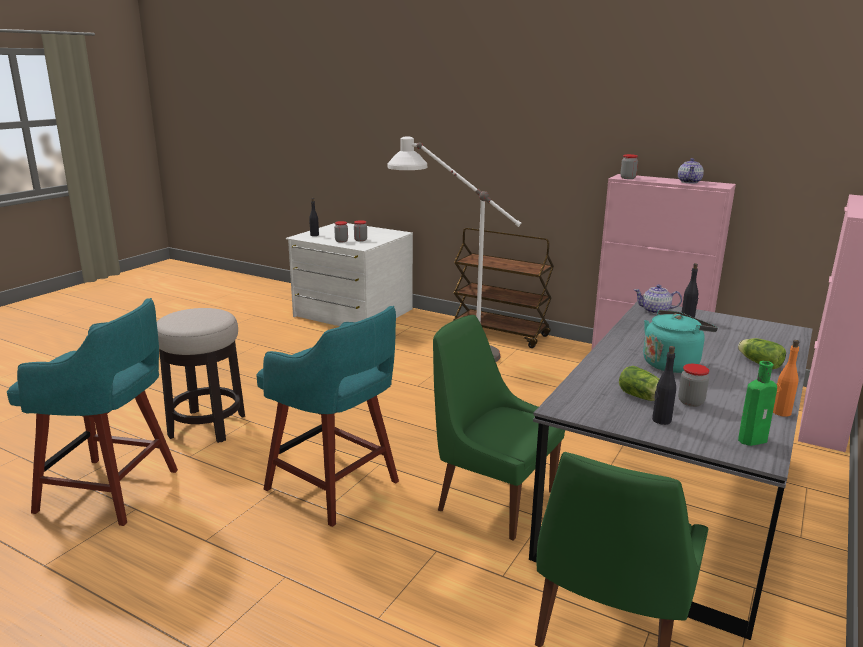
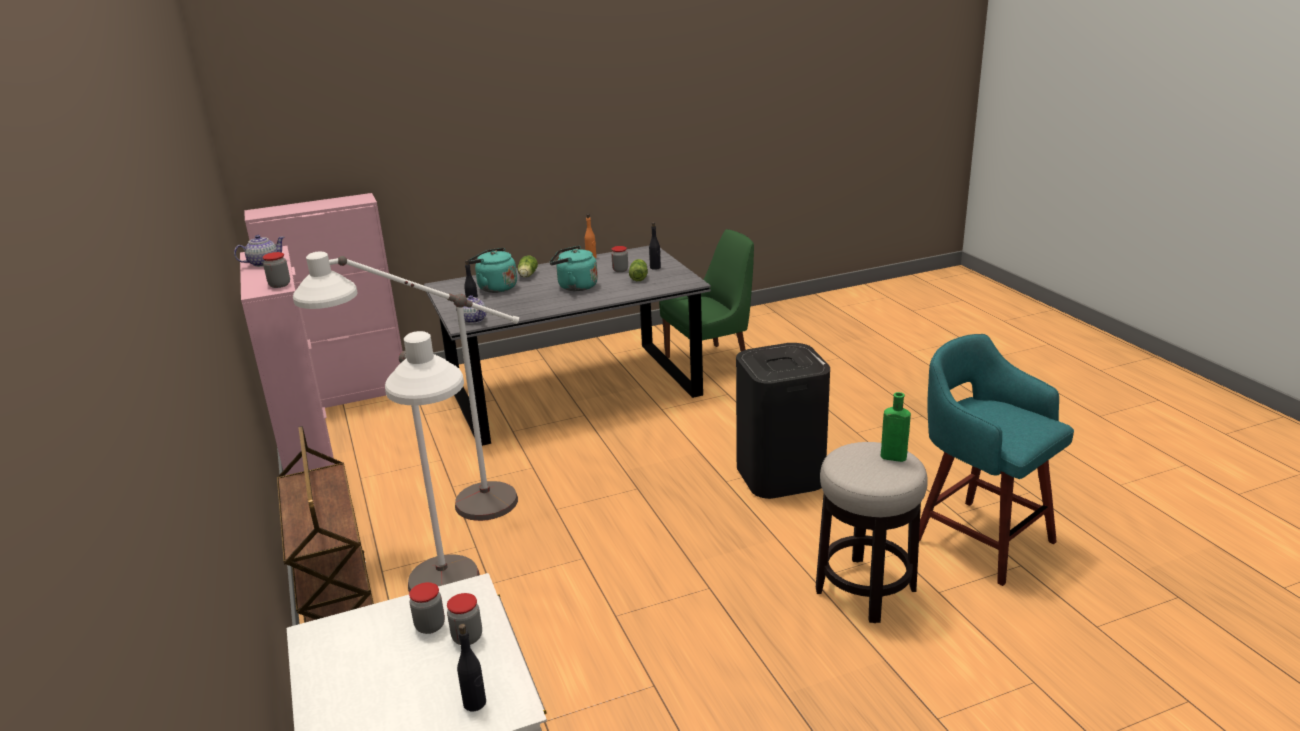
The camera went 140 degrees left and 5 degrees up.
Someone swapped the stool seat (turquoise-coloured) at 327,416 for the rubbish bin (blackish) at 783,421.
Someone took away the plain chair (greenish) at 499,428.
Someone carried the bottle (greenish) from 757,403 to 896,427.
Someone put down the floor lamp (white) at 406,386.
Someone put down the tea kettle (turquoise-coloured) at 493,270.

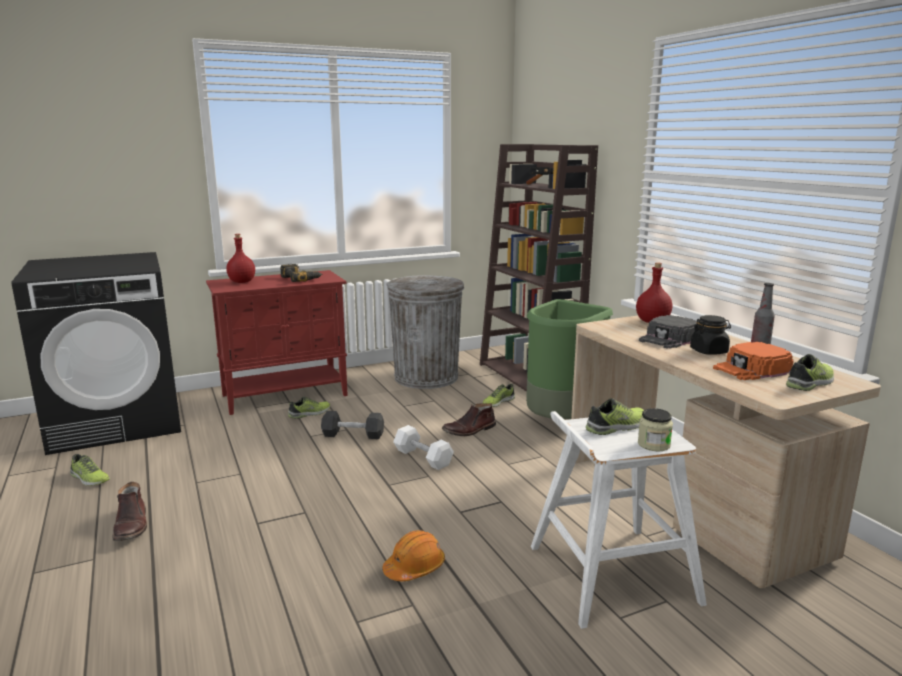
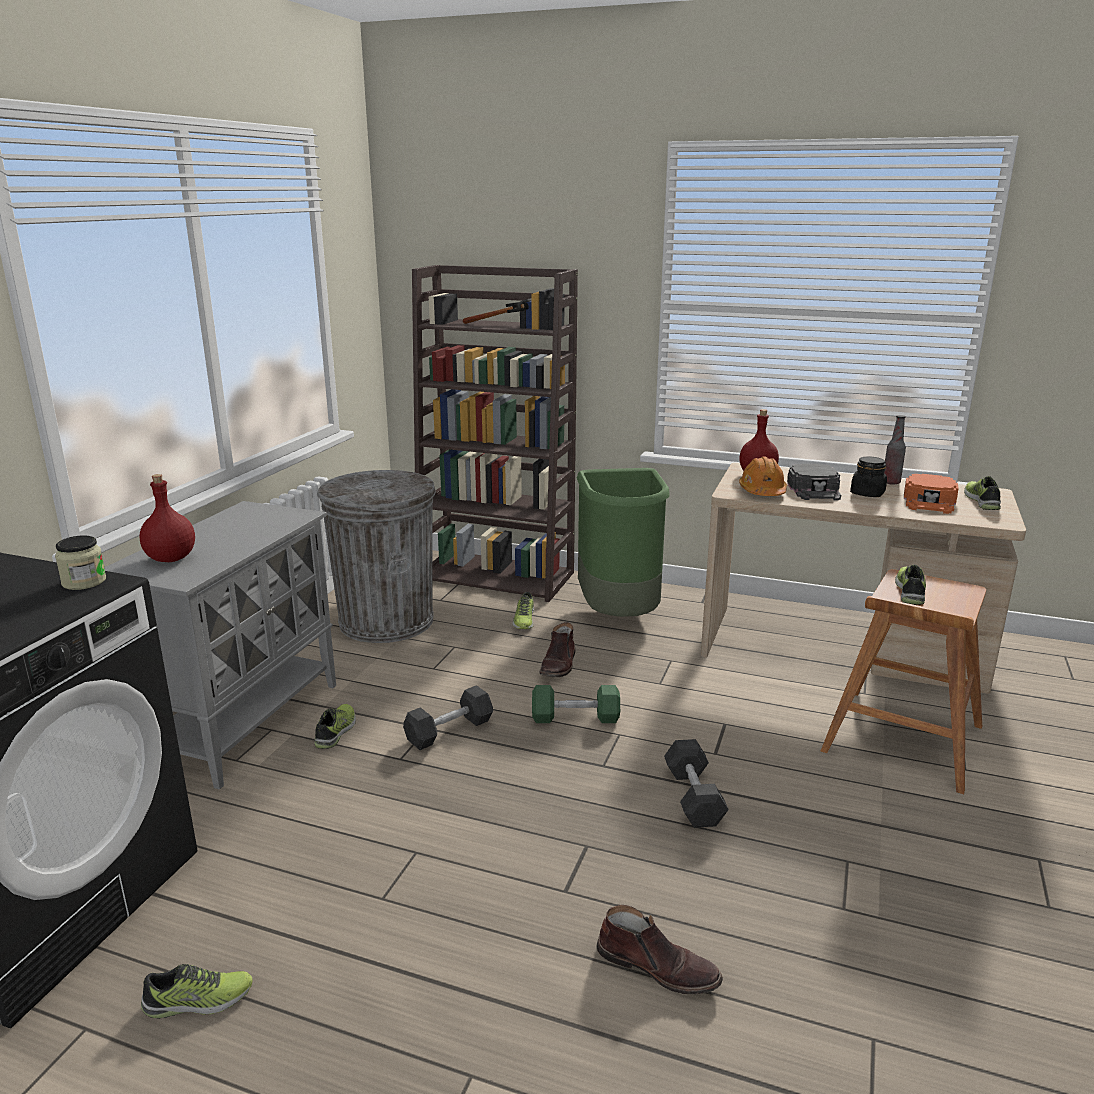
The camera went 45 degrees left and 5 degrees up.
Someone carried the tall boot (brown) from 130,511 to 660,950.
Someone repainted the cabinet (reddish) at 277,342, which became the cabinet (gray) at 220,645.
Someone took away the power drill at 301,273.
Someone carried the hard hat (orangey) from 413,555 to 763,476.
Someone repainted the free weight (white) at 423,447, which became the free weight (greenish) at 576,704.
Someone repainted the stool seat (white) at 619,520, which became the stool seat (brown) at 903,681.
Someone carried the jar from 655,429 to 80,562.
Someone put down the free weight (blackish) at 696,783.

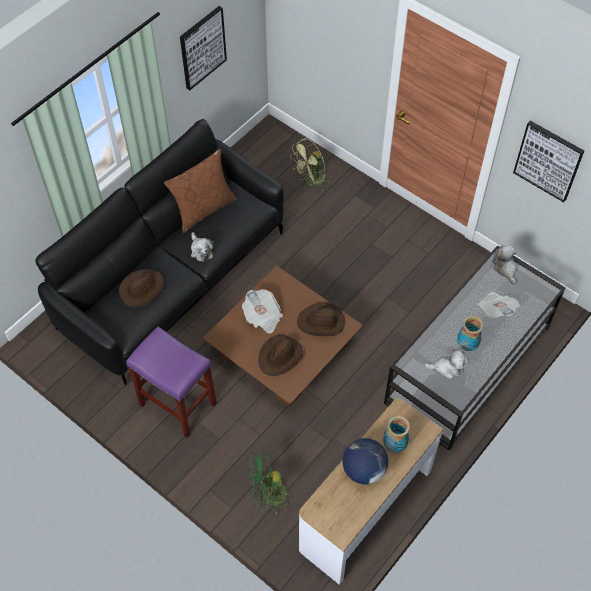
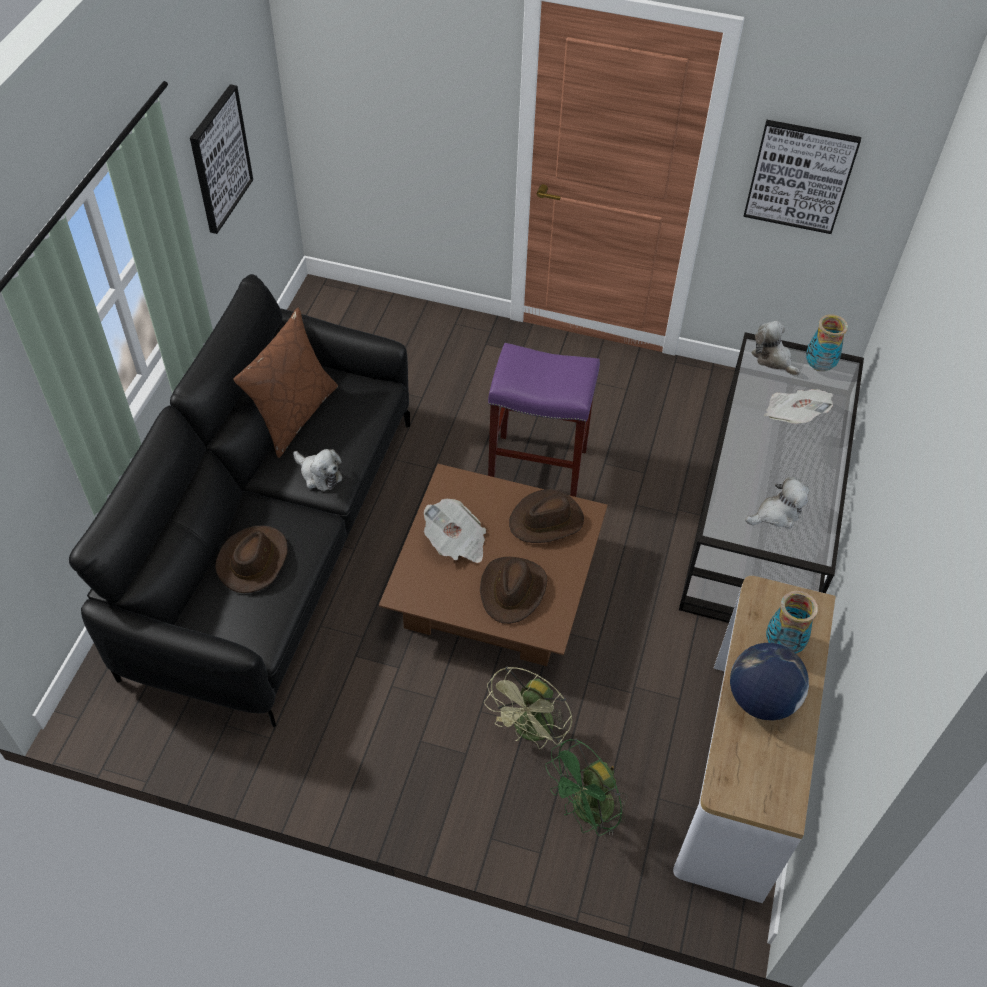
The camera went 25 degrees left and 5 degrees down.
Someone carried the stool seat (purple) from 171,382 to 544,420.
Someone carried the cooling fan (greenish) from 311,164 to 528,707.
Someone carried the flower vase from 470,333 to 827,342.

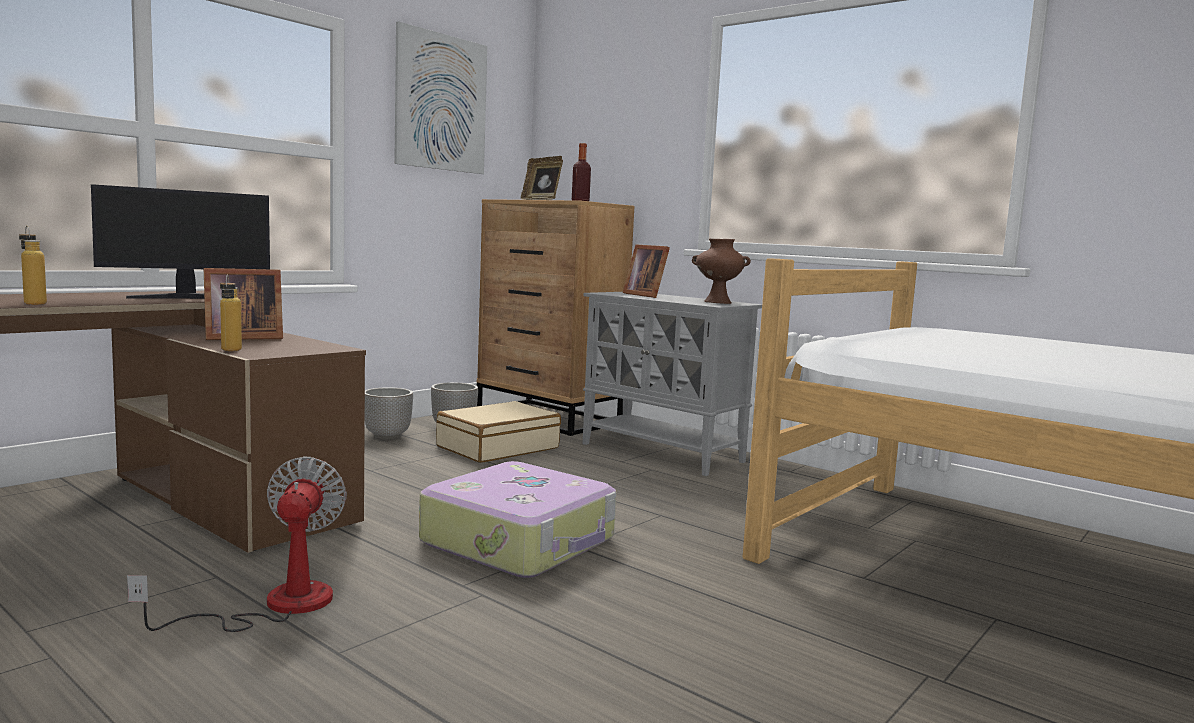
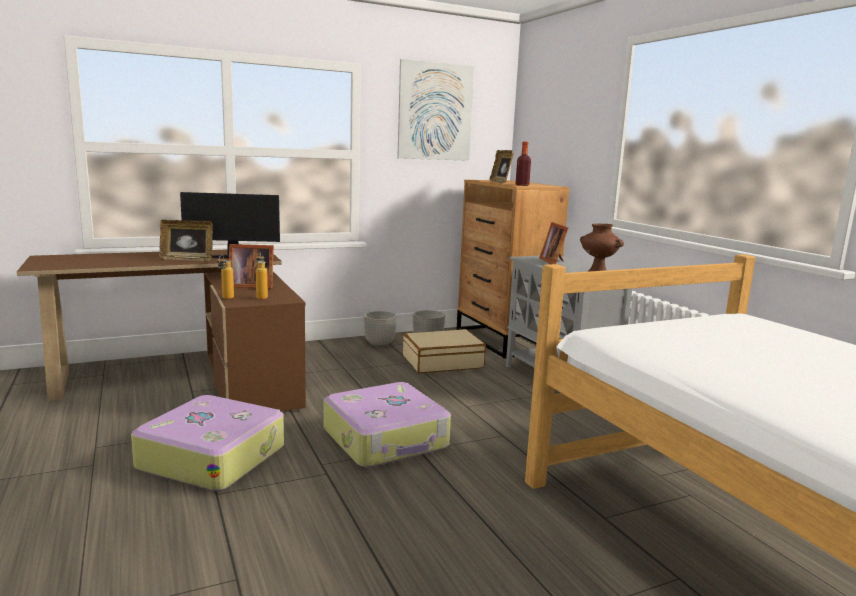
The camera went 25 degrees right and 5 degrees up.
Someone carried the bottle from 33,265 to 262,276.
Someone swapped the cooling fan at 237,544 for the suitcase at 207,443.
Someone put down the photo frame at 186,240.

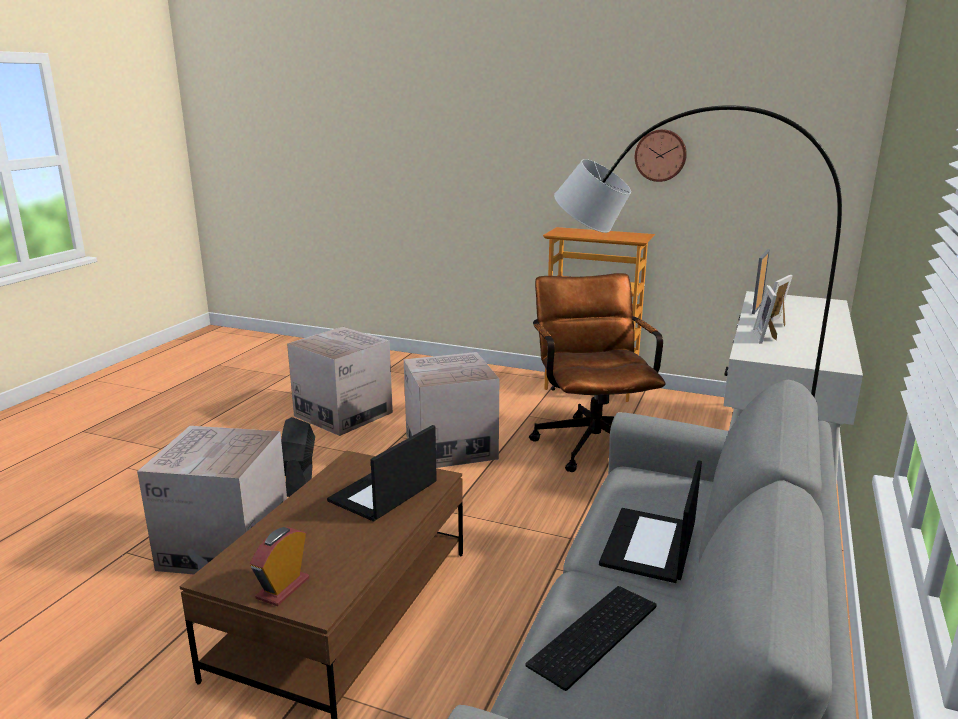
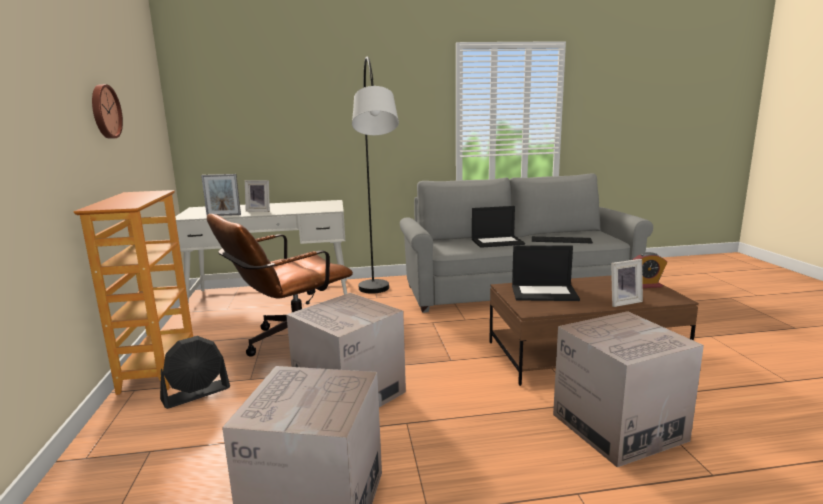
The camera went 120 degrees left and 5 degrees down.
Someone carried the cooling fan (blackish) from 298,457 to 195,372.
Someone carried the photo frame from 765,314 to 627,283.

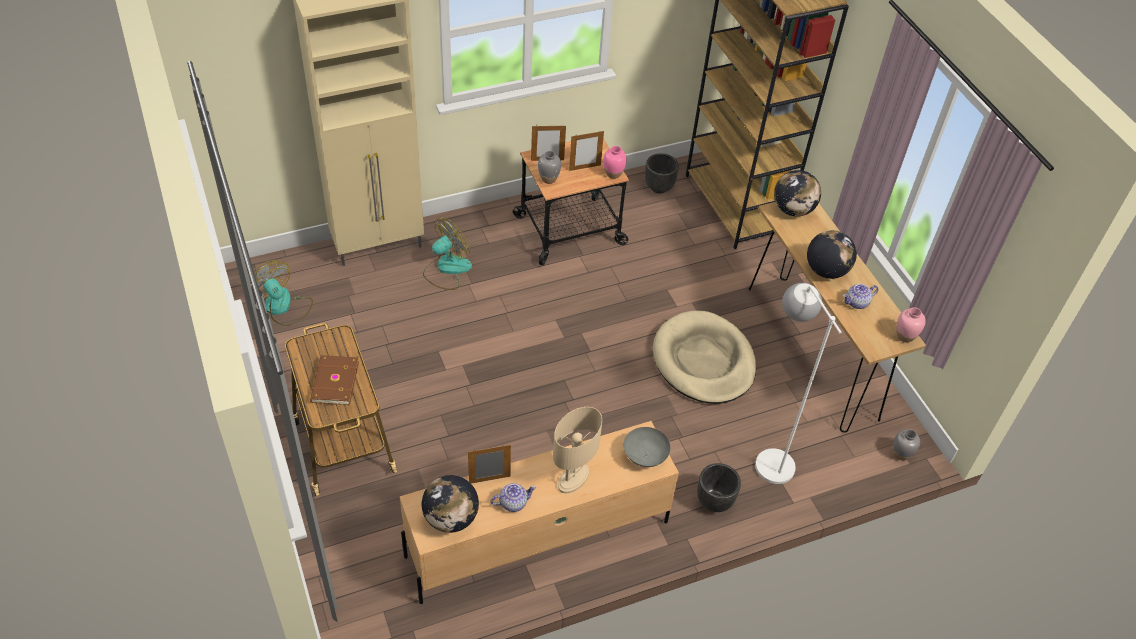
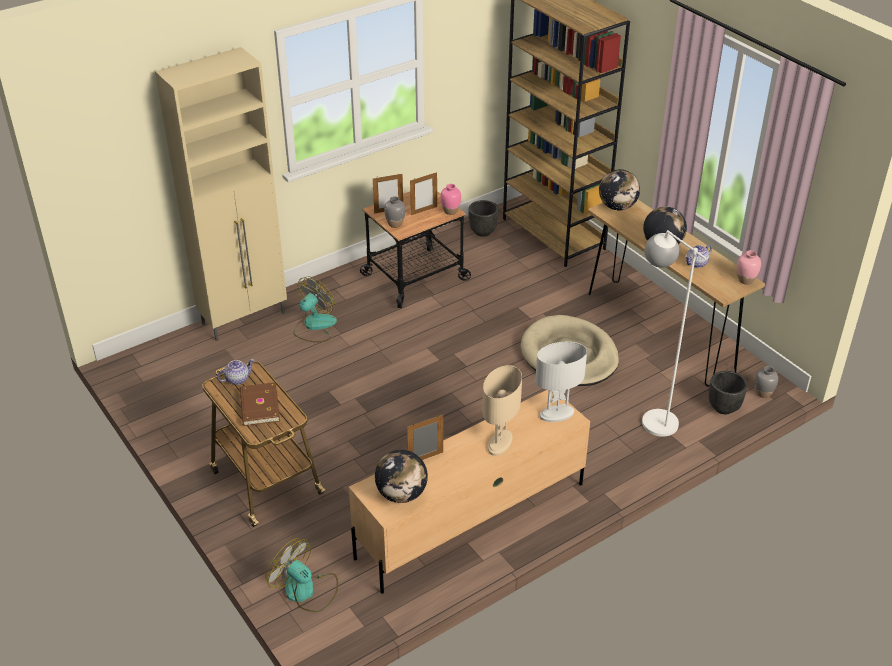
The camera went 10 degrees left and 10 degrees down.
Someone carried the cooling fan from 280,293 to 301,575.
Someone carried the tea pot from 513,497 to 236,372.
Someone swapped the deep dish (gray) at 647,447 for the table lamp (white) at 561,382.
Someone carried the flower pot (blackish) from 719,487 to 728,392.

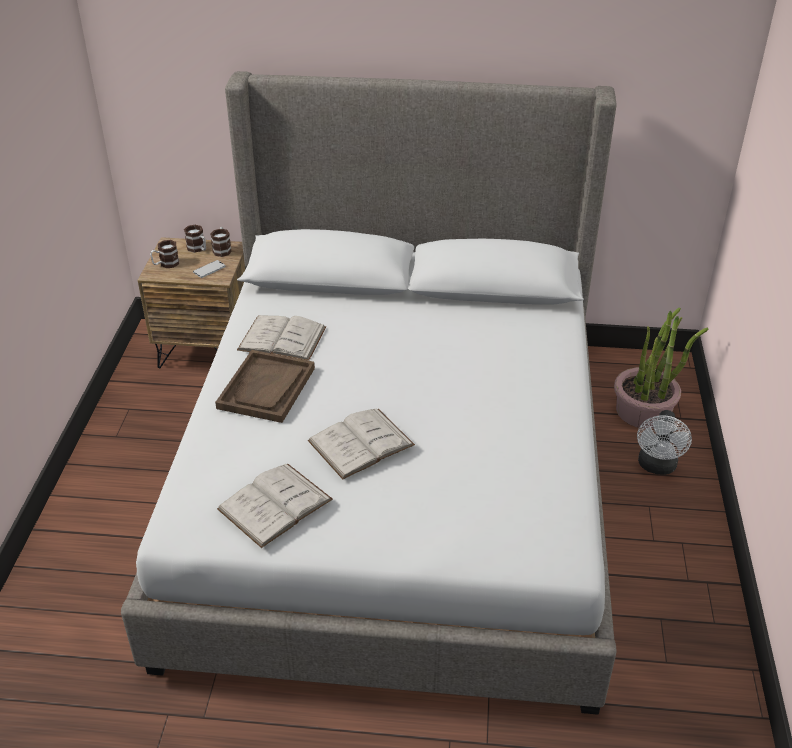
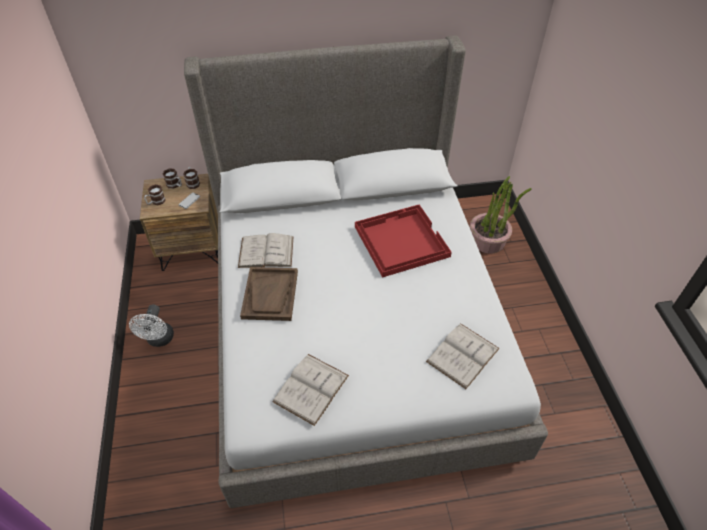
The camera went 15 degrees left and 10 degrees up.
Someone carried the book (white) from 361,444 to 463,356.
Someone carried the cooling fan (white) from 664,442 to 151,326.
Someone put down the serving tray (reddish) at 403,241.

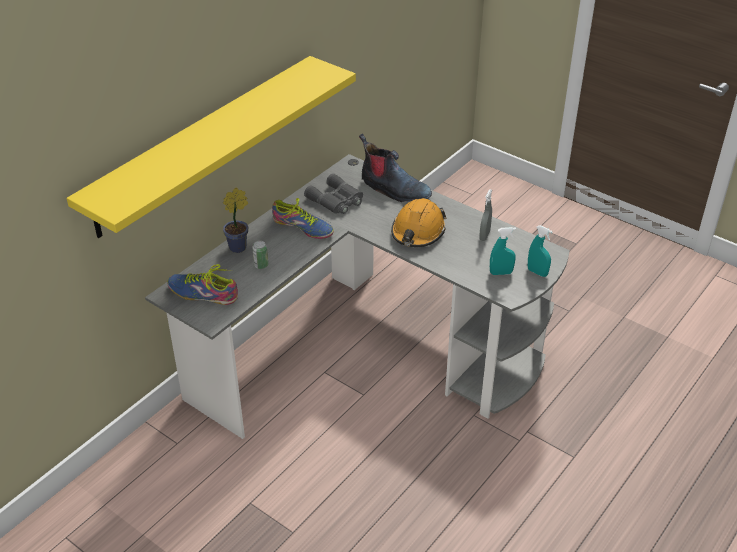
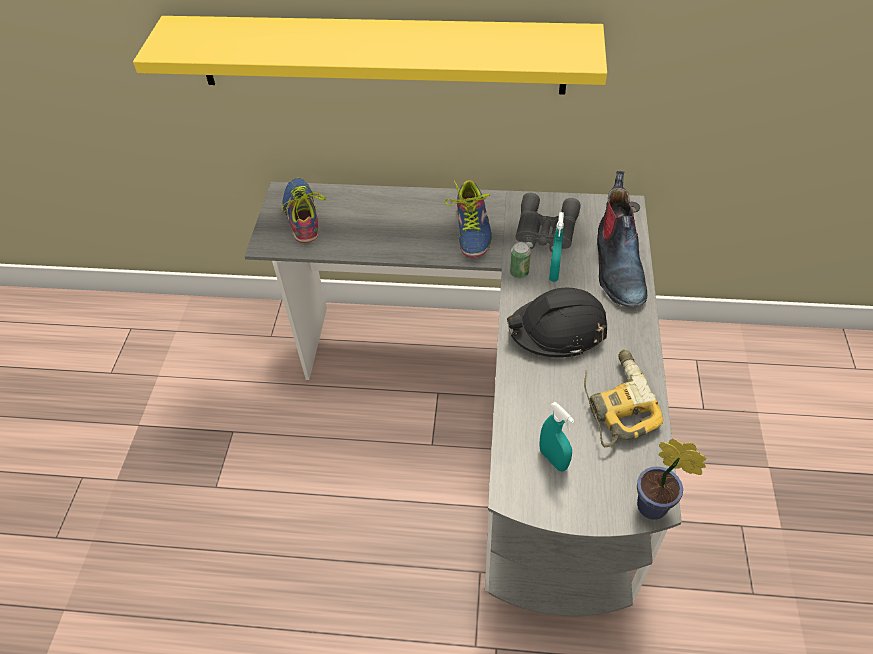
The camera went 60 degrees right and 10 degrees up.
Someone carried the potted plant from 235,220 to 672,479.
Someone carried the metal can from 260,255 to 520,260.
Someone repainted the hard hat (orangey) at 419,222, which became the hard hat (blackish) at 557,323.
Someone swapped the hand sprayer (gray) at 485,215 for the power drill at 623,398.
Someone carried the hand sprayer (turquoise-coloured) from 540,251 to 556,247.

